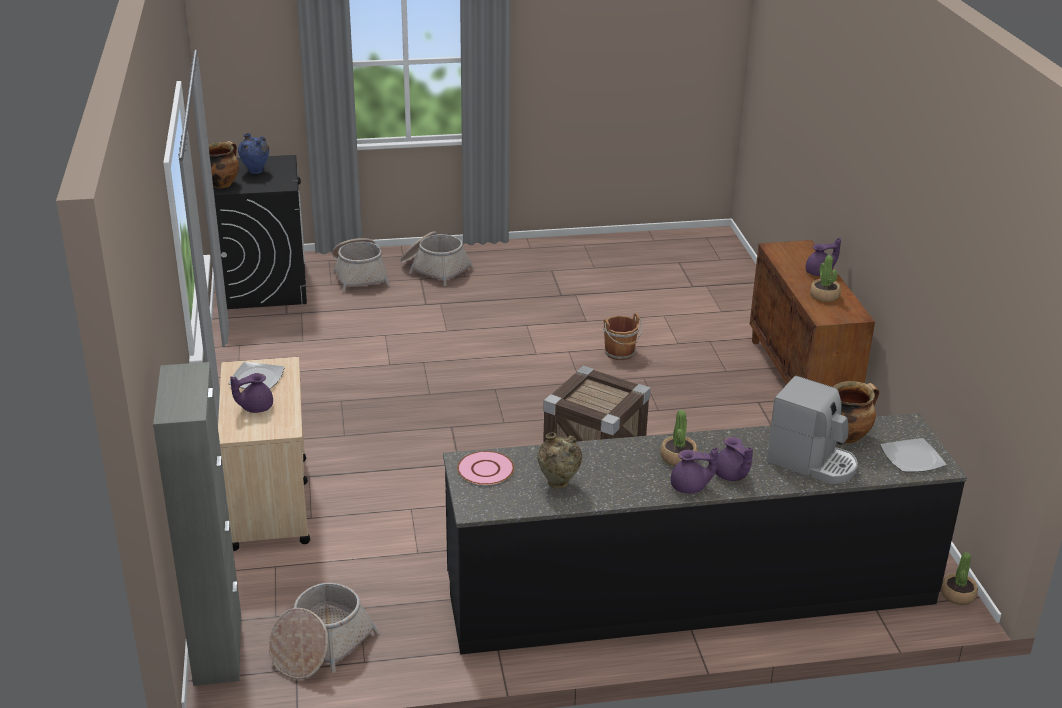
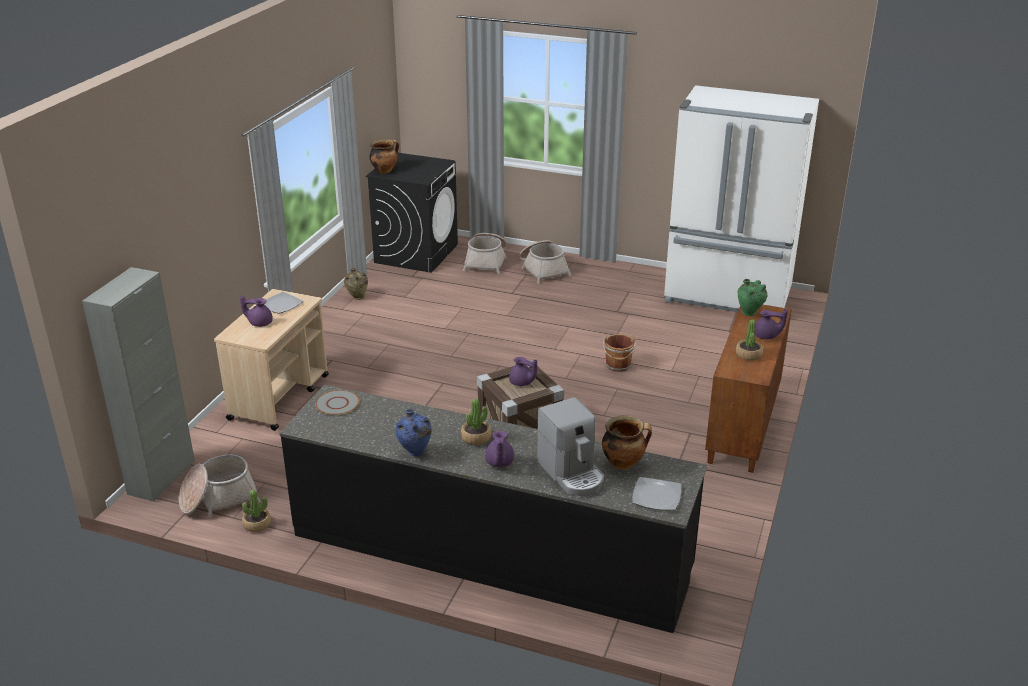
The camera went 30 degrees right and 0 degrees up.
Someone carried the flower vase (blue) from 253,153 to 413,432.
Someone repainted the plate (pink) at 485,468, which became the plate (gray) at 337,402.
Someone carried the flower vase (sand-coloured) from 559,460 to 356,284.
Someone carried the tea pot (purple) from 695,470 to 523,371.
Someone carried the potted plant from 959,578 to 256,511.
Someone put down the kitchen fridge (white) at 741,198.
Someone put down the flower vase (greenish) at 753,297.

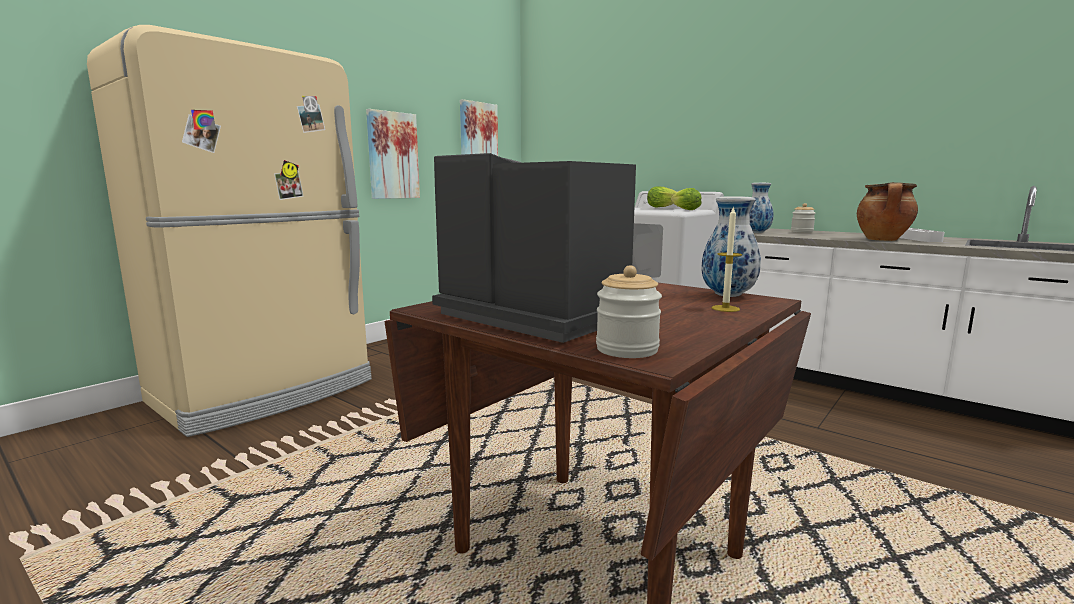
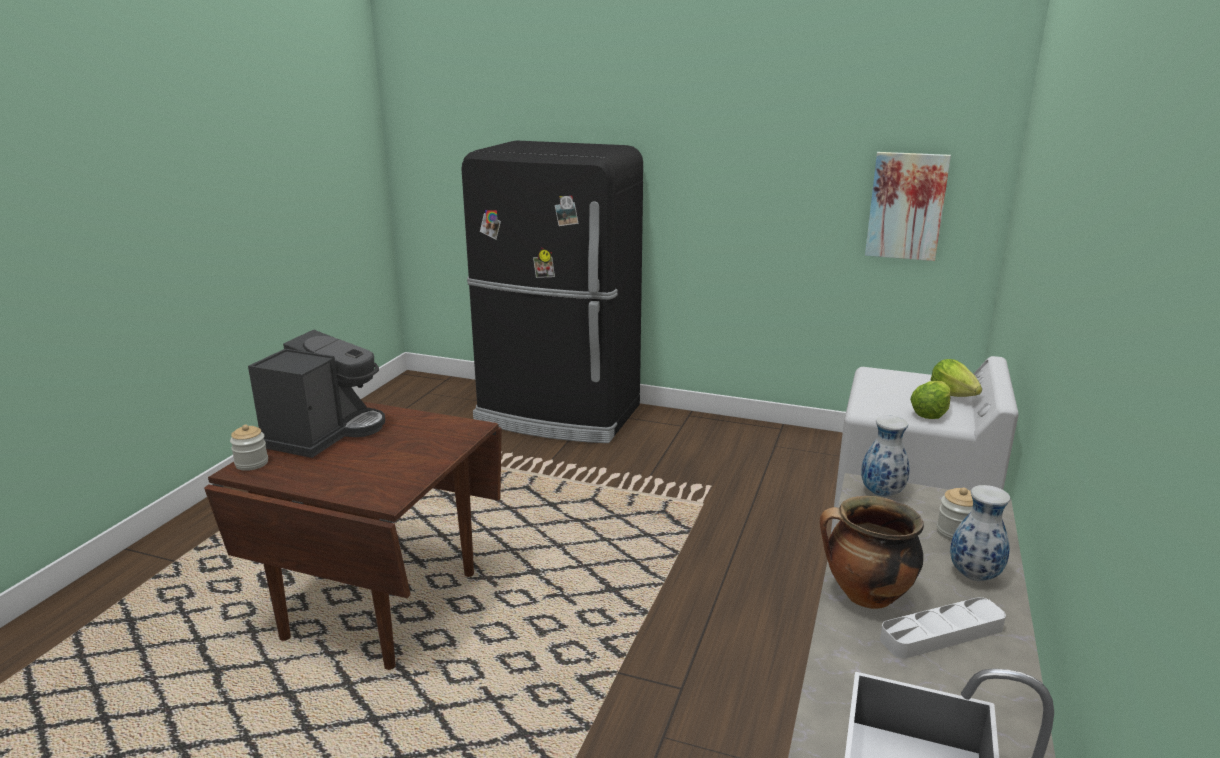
The camera went 70 degrees right and 10 degrees up.
Someone repainted the kitchen fridge (sand-coloured) at 229,231, which became the kitchen fridge (blackish) at 552,292.
Someone took away the wall picture at 393,154.
Someone carried the flower vase from 731,246 to 980,533.
Someone took away the wax candle at 727,259.

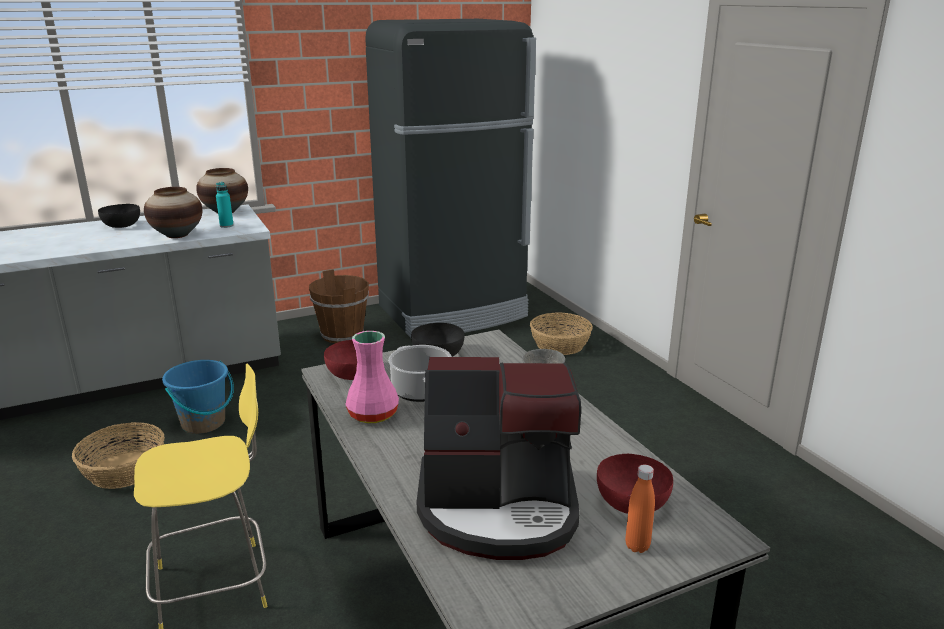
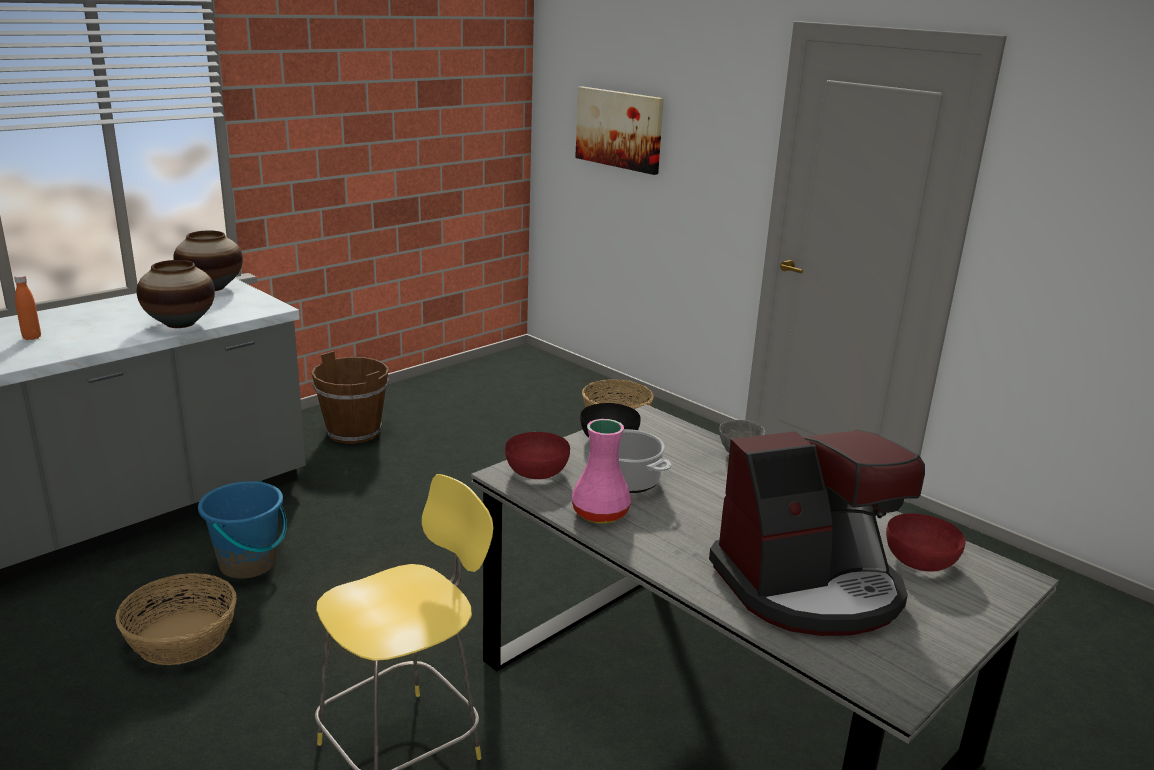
The camera went 20 degrees left and 0 degrees up.
Someone took away the deep dish (blackish) at 119,216.
Someone took away the bottle (turquoise-coloured) at 225,205.
Someone took away the kitchen fridge (blackish) at 450,178.
Someone carried the bottle (orangey) from 640,509 to 27,307.
Someone put up the wall picture at 619,130.

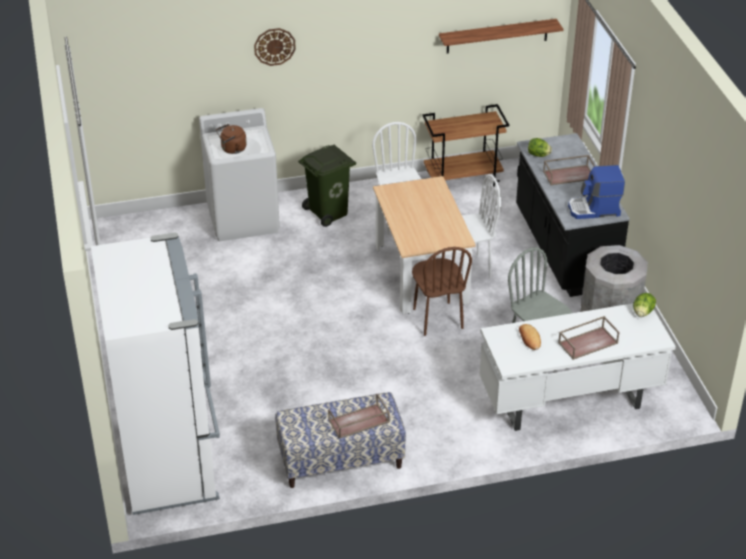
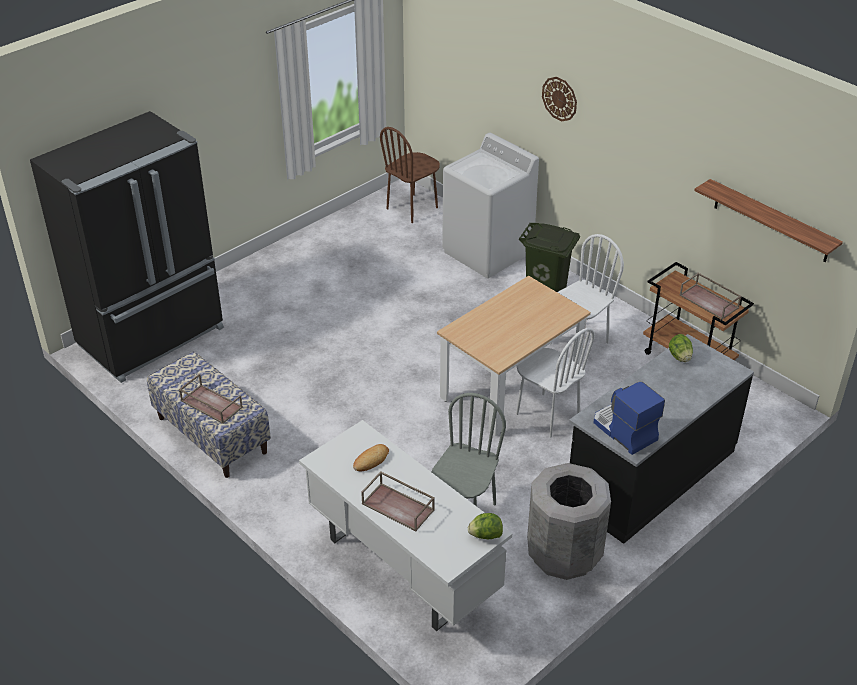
The camera went 60 degrees right and 0 degrees up.
Someone repainted the kitchen fridge (white) at 155,374, which became the kitchen fridge (blackish) at 127,247.
Someone took away the tea kettle (brown) at 231,139.
Someone carried the plain chair (brown) from 442,291 to 410,175.
Someone carried the serving tray (brown) from 569,170 to 711,296.

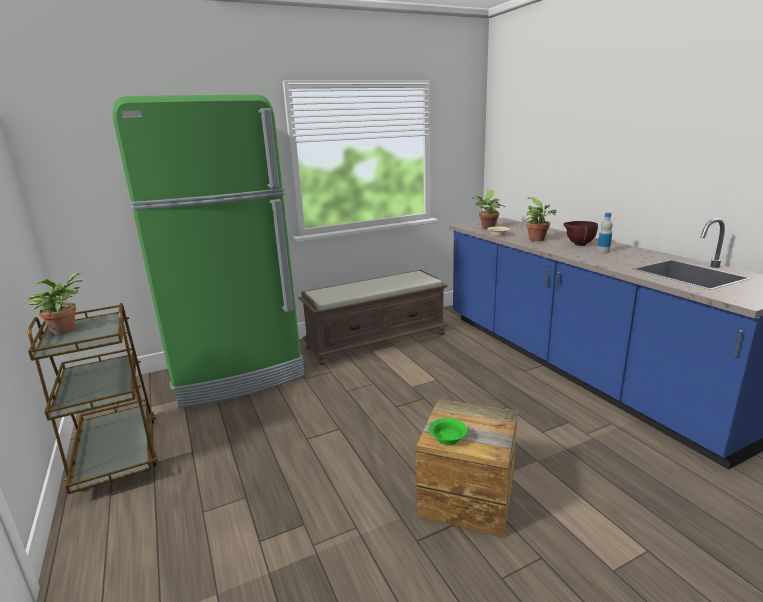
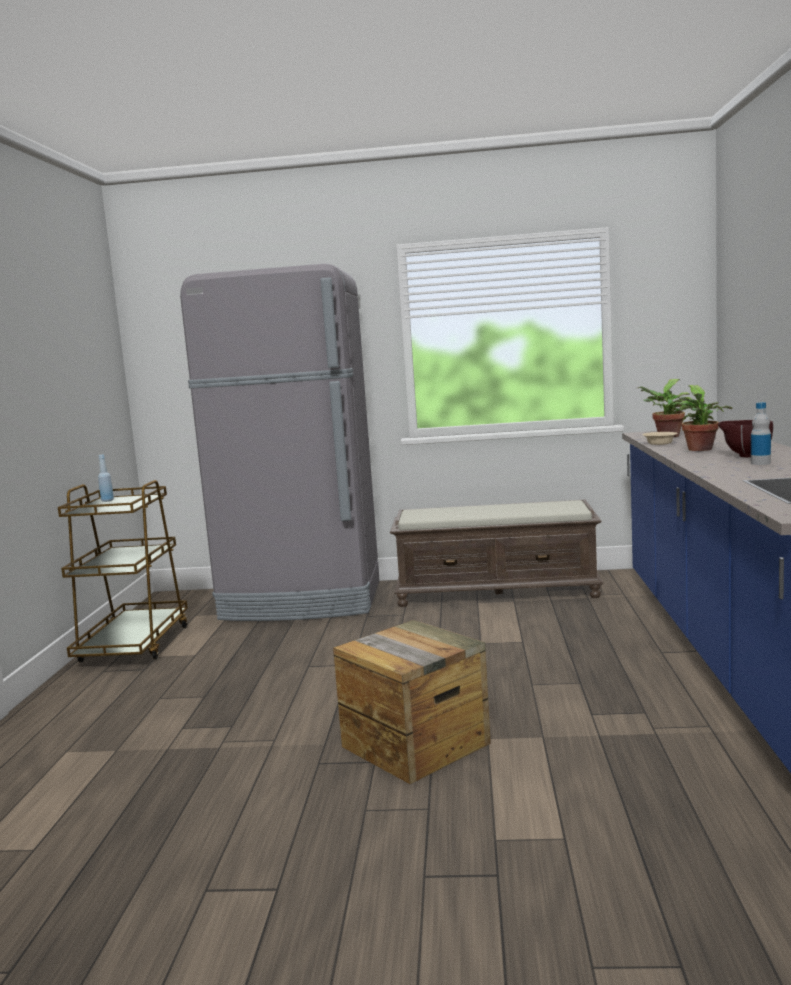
The camera went 30 degrees right and 10 degrees down.
Someone swapped the potted plant at 54,303 for the bottle (blue) at 106,478.
Someone repainted the kitchen fridge (greenish) at 209,251, which became the kitchen fridge (gray) at 279,442.
Someone took away the deep dish (greenish) at 448,431.

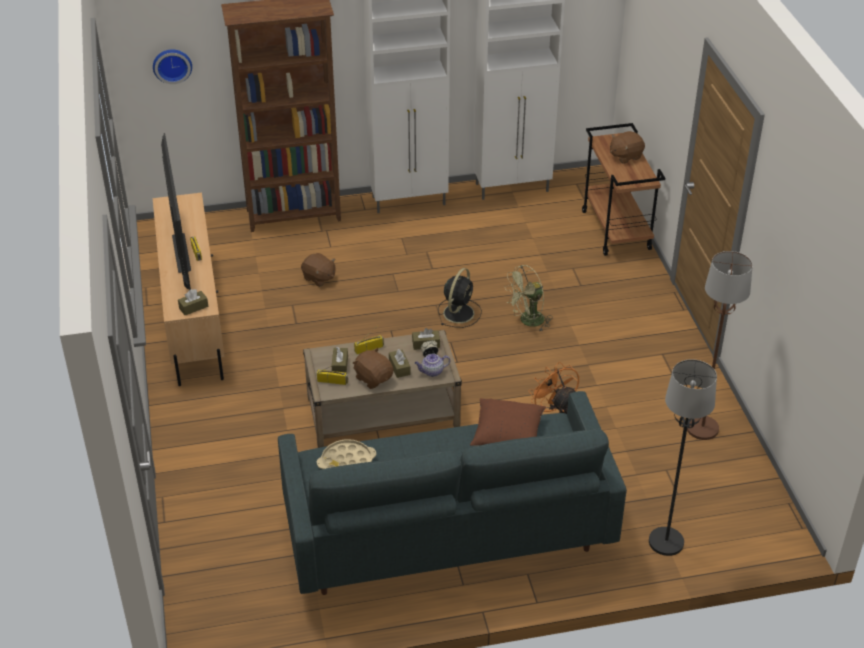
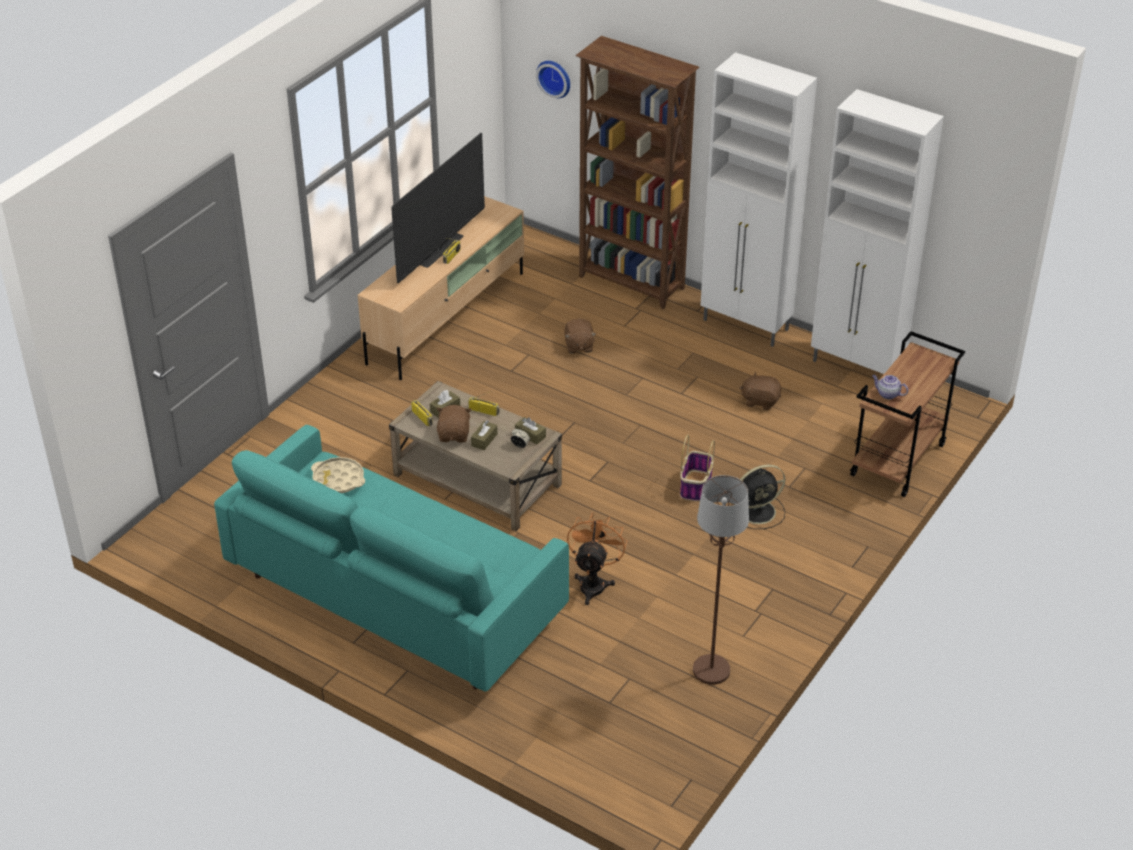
The camera went 45 degrees right and 0 degrees up.
Someone took away the box of tissues (brown) at 193,302.
Someone repainted the settee (gray) at 452,493, which became the settee (turquoise-coloured) at 391,558.
Someone carried the tea pot from 432,365 to 890,387.
Someone carried the cooling fan (blackish) from 460,298 to 762,497.
Someone took away the cushion (brown) at 508,422.
Someone swapped the cooling fan (greenish) at 528,298 for the household basket at 697,468.
Someone carried the cuddly toy (brown) from 627,147 to 760,391.
Someone took away the floor lamp (blackish) at 683,457.

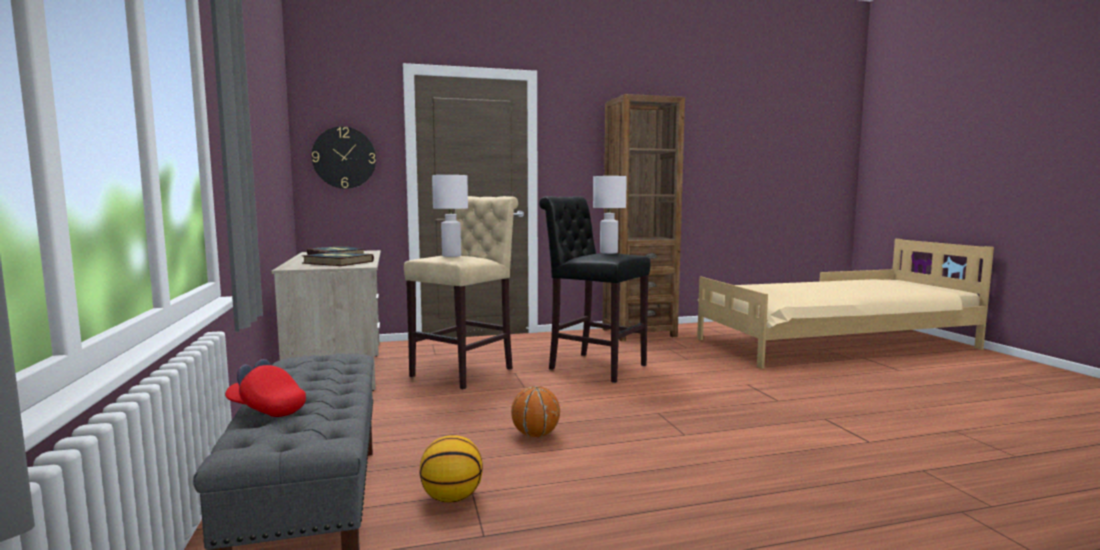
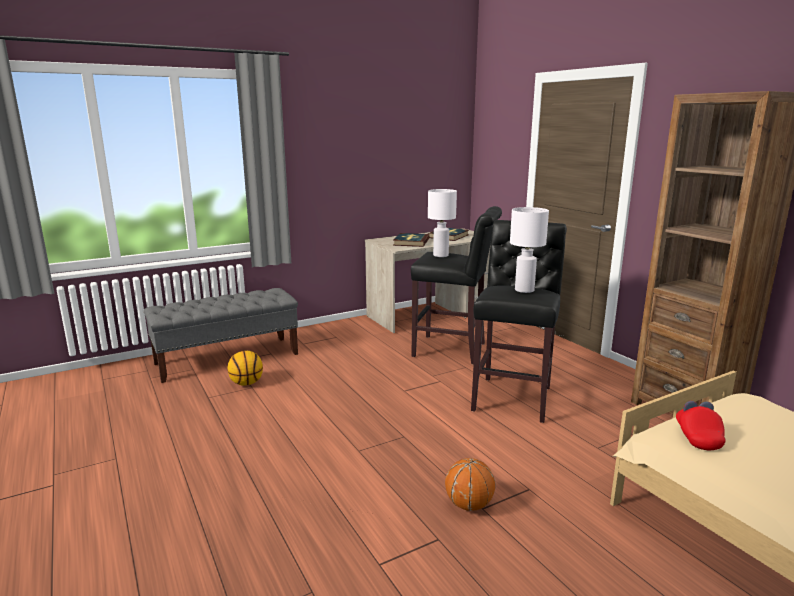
The camera went 75 degrees right and 10 degrees up.
Someone carried the peaked cap (reddish) from 265,388 to 701,425.
Someone took away the hanging clock at 344,158.
Someone repainted the stool seat (sand-coloured) at 461,293, which became the stool seat (blackish) at 456,285.
Someone carried the ball for basketball from 535,411 to 470,484.

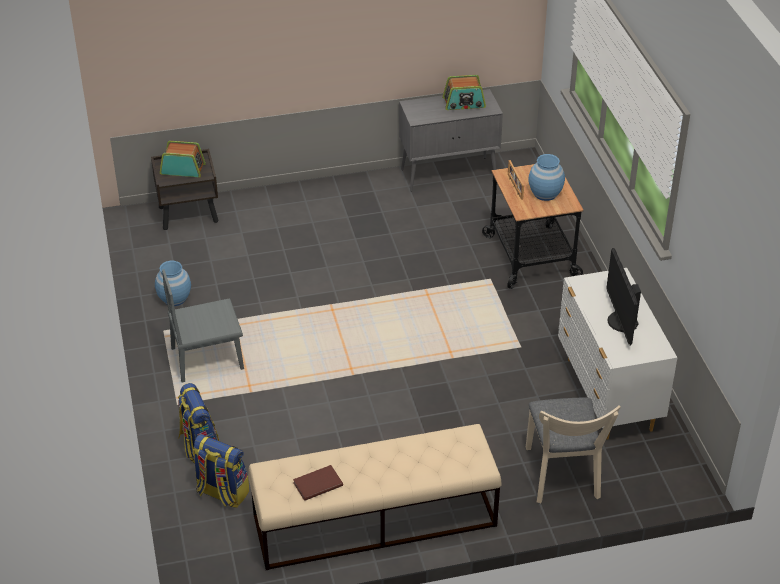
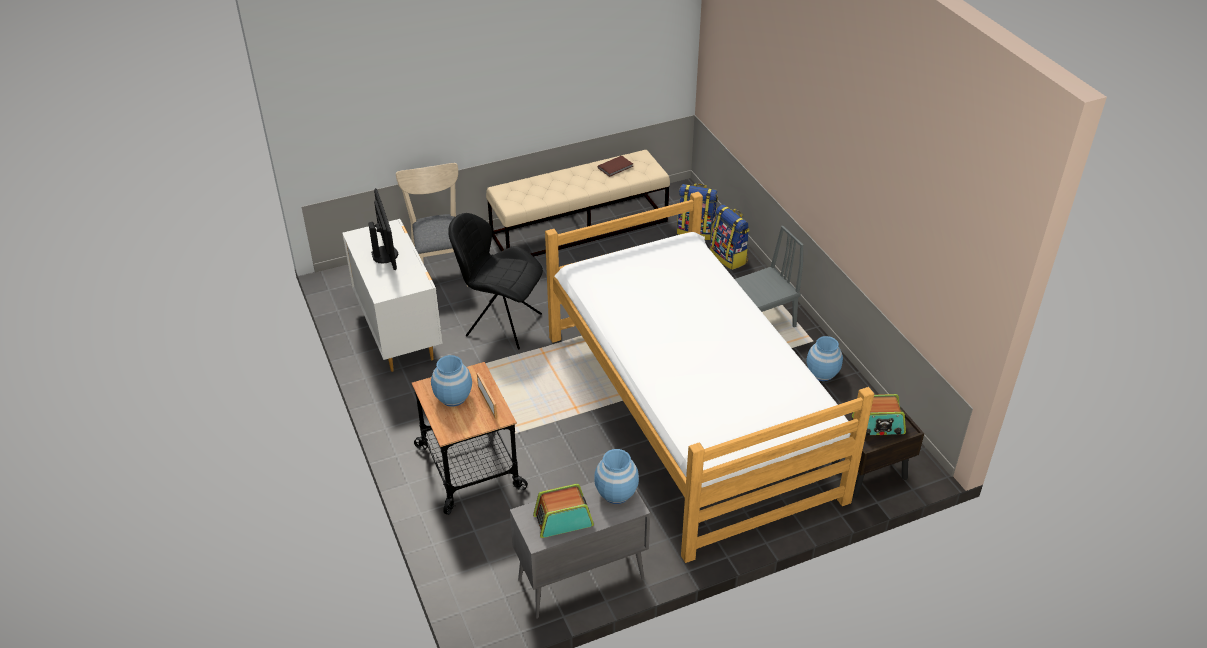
The camera went 170 degrees right and 0 degrees up.
Someone put down the plain chair (blackish) at 495,281.
Someone put down the bed at 709,377.
Someone put down the flower vase (blue) at 617,476.

